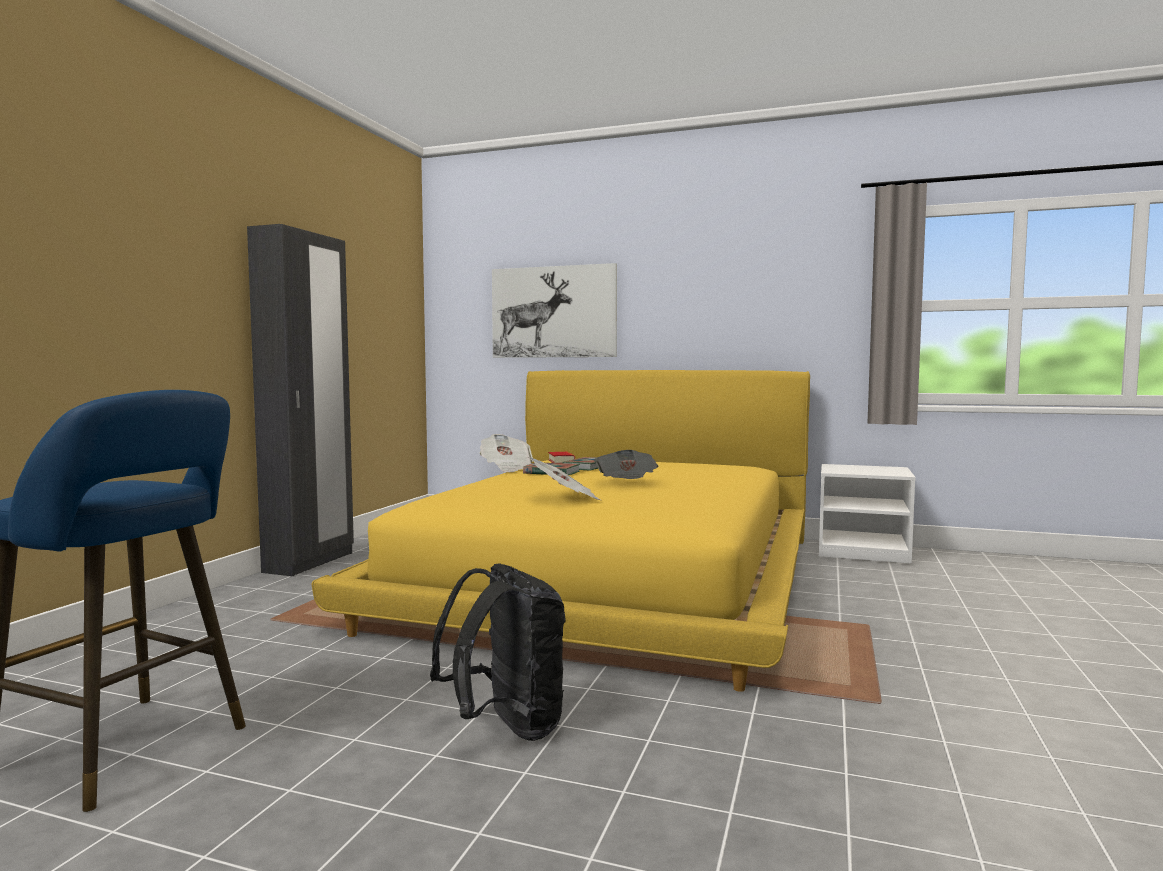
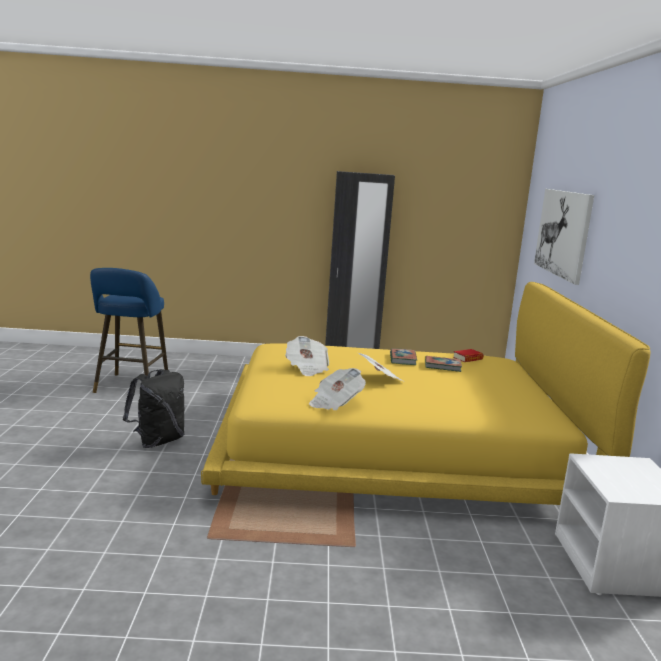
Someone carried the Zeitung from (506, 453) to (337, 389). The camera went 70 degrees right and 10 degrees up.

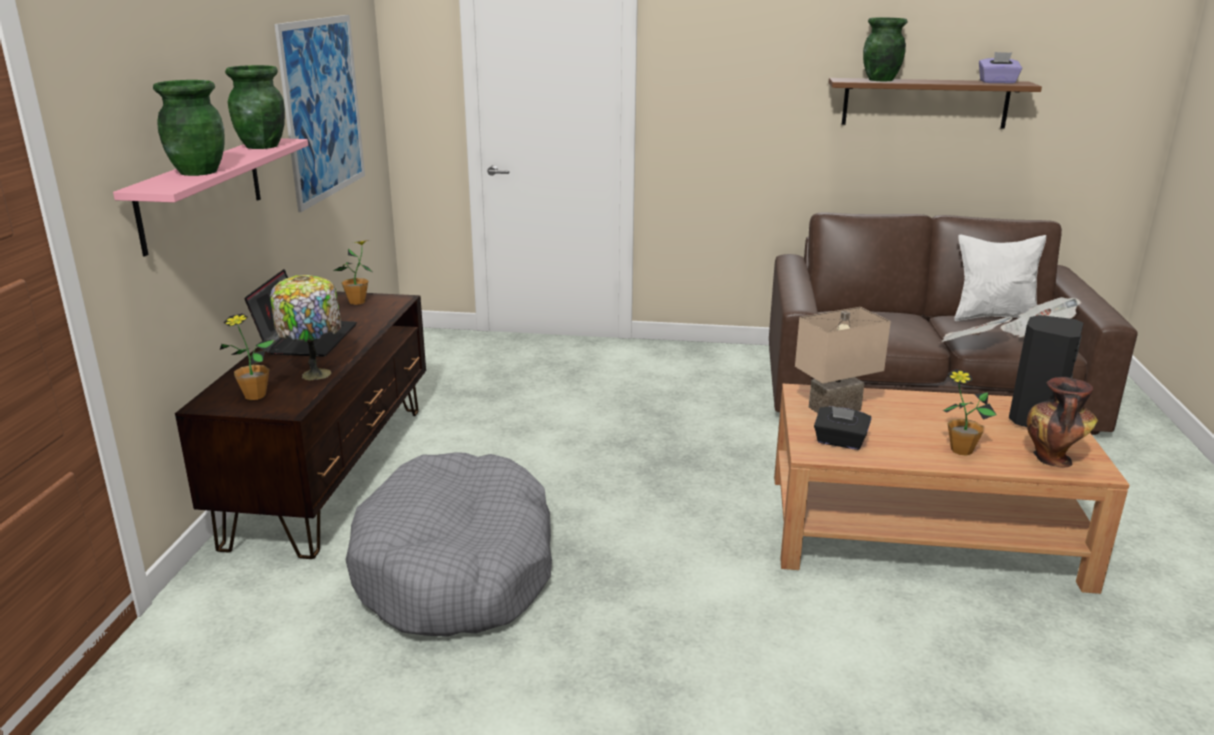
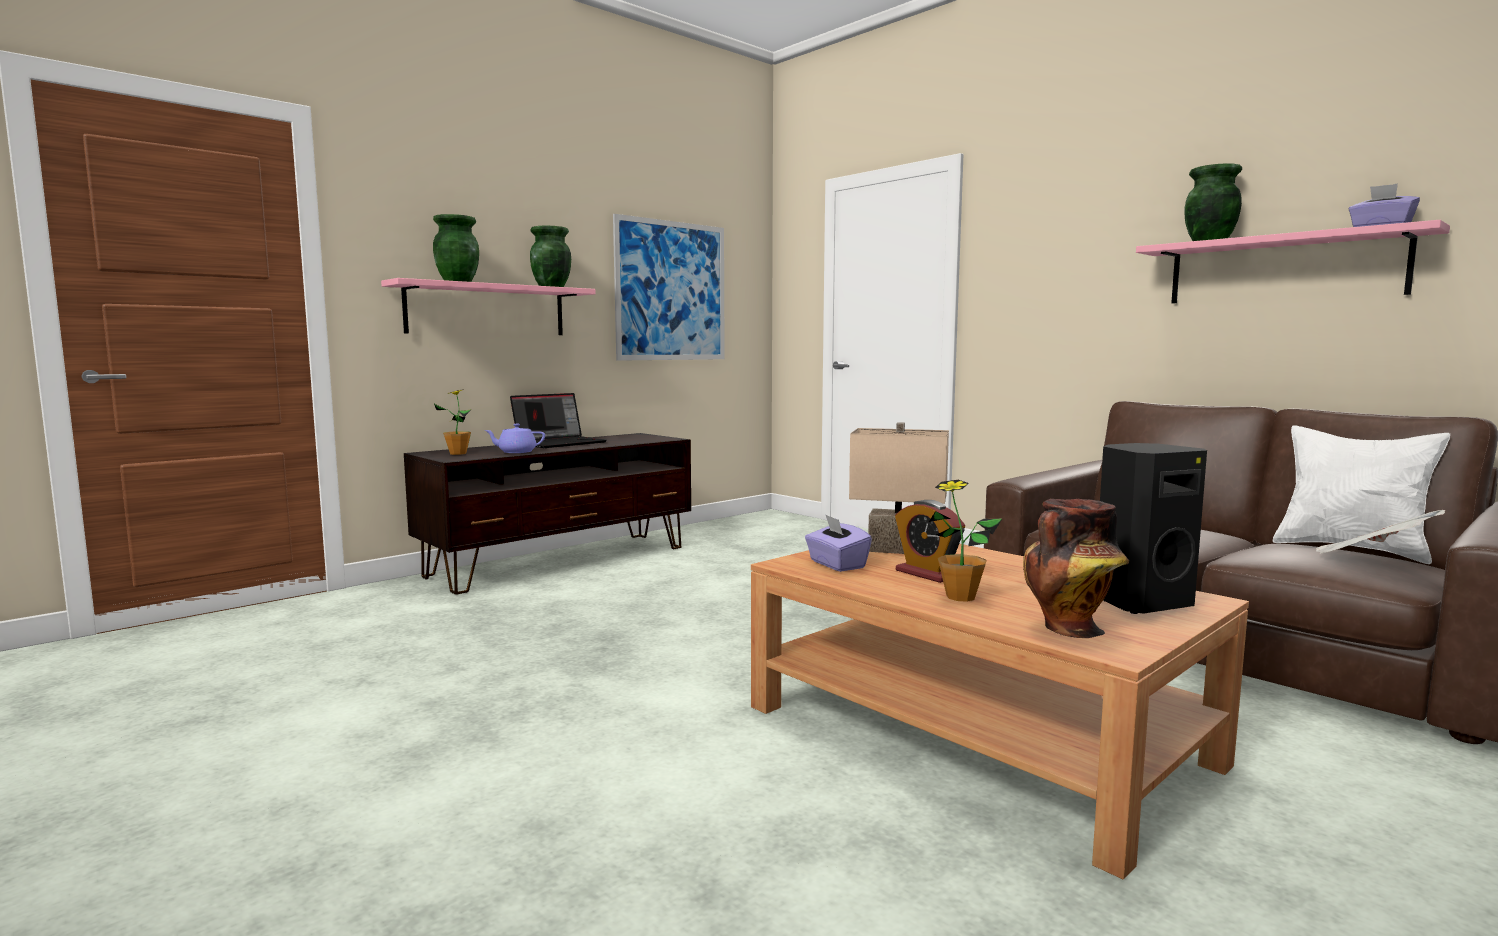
Someone swapped the Tischlampe at (305, 327) for the Teekanne (lila) at (514, 438). Someone repainted the Taschentuchbox (schwarz) at (842, 428), which became the Taschentuchbox (lila) at (838, 543). Someone put down the Wecker at (930, 541). Someone repainted the Wandregal (braun) at (935, 103), which became the Wandregal (rosa) at (1293, 261). Someone took away the Topfpflanze at (353, 272). Someone took away the Hundebett (grau) at (449, 544). Someone took away the Zeitung at (977, 329). The camera went 40 degrees right and 15 degrees down.

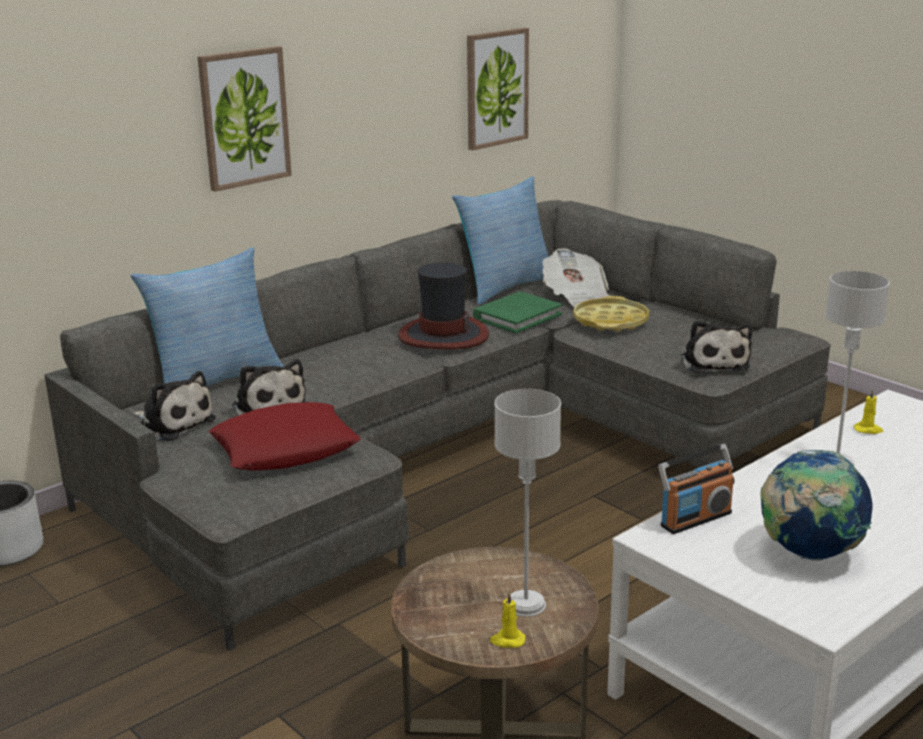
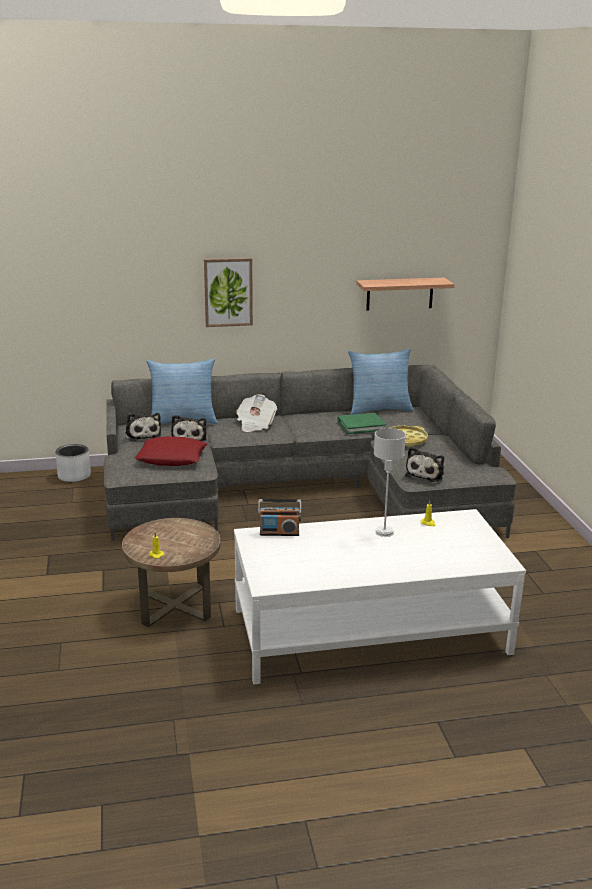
Someone carried the Zeitung from (576, 277) to (256, 413). Someone swapped the Bild at (498, 89) for the Wandregal at (405, 294). Someone took away the Hut at (443, 305). Someone took away the Tischlampe (grau) at (527, 503). Someone took away the Globus at (816, 505). The camera went 30 degrees right and 0 degrees up.

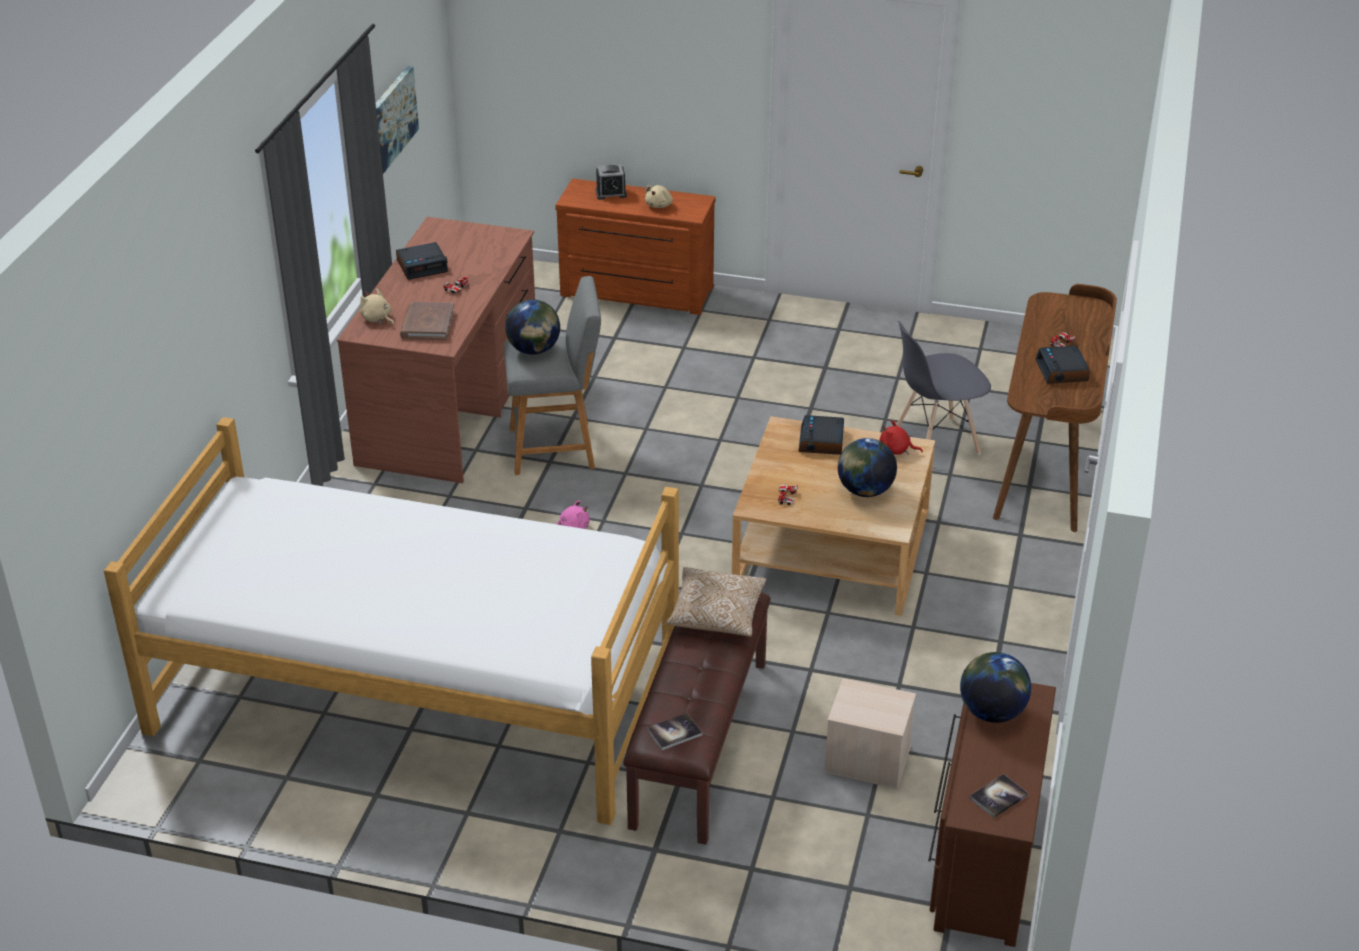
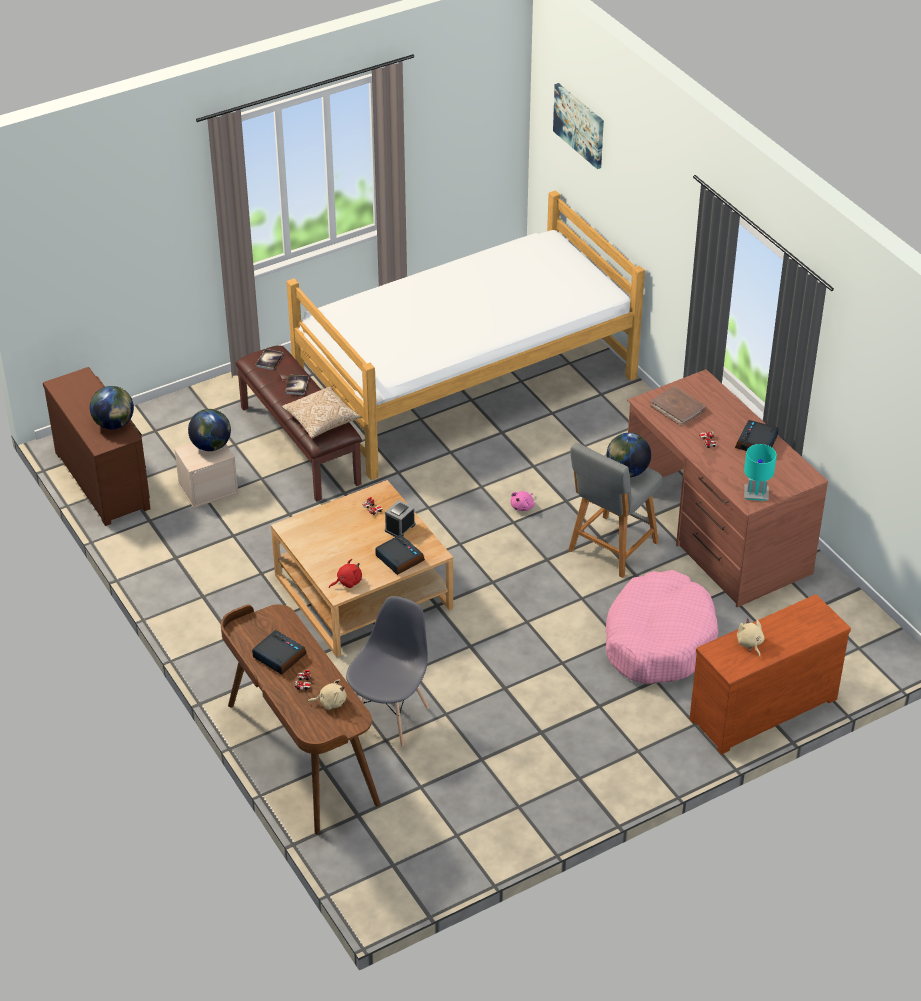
Someone carried the Globus from (867, 467) to (209, 430). Someone carried the Buch from (998, 796) to (297, 385). Someone carried the Plüschtier (beige) from (377, 307) to (327, 694). Someone carried the Wecker from (611, 182) to (400, 518). Someone carried the Bild from (397, 120) to (578, 126). Someone put down the Hundebett (rosa) at (662, 627). Someone put down the Tischlampe (türkis) at (760, 472). The camera went 135 degrees right and 5 degrees up.

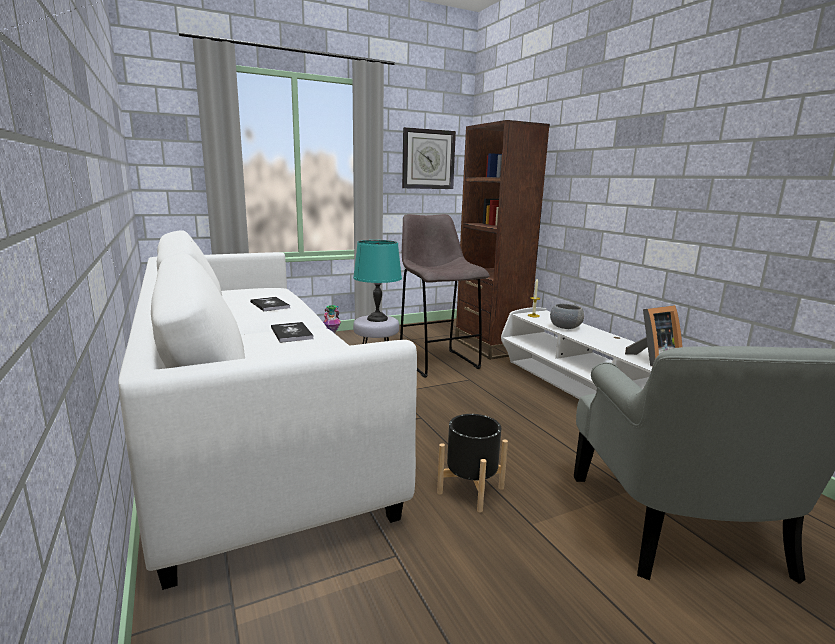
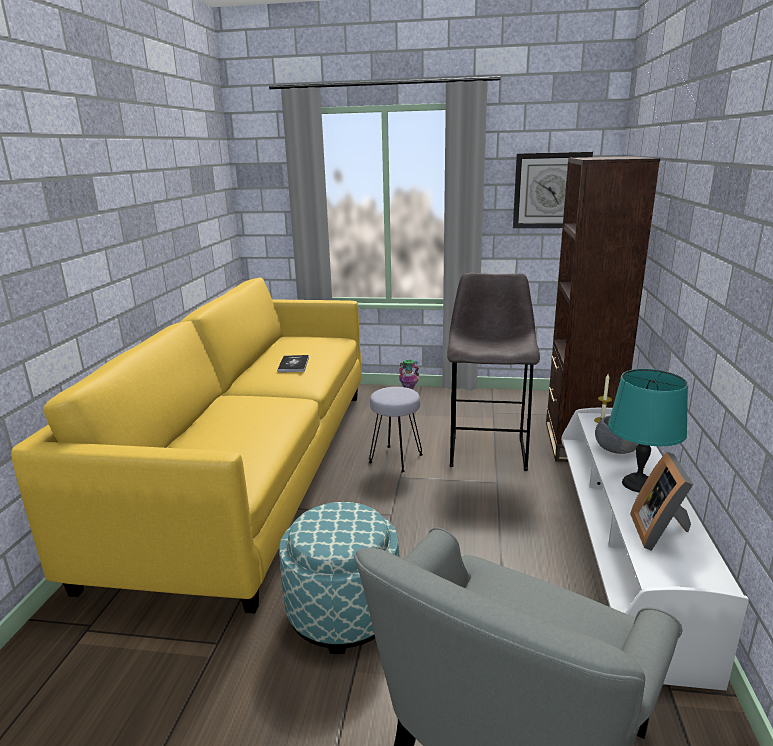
Someone repainted the Sofa (weiß) at (267, 410), which became the Sofa (gelb) at (186, 445). Someone swapped the Pflanzkübel (schwarz) at (472, 463) for the Polsterhocker at (339, 578). Someone carried the Tischlampe (türkis) from (377, 281) to (648, 430). Someone rotated the Bilderrahmen at (654, 335) by 90 degrees clockwise. Someone took away the Buch at (292, 332). The camera went 35 degrees right and 5 degrees up.

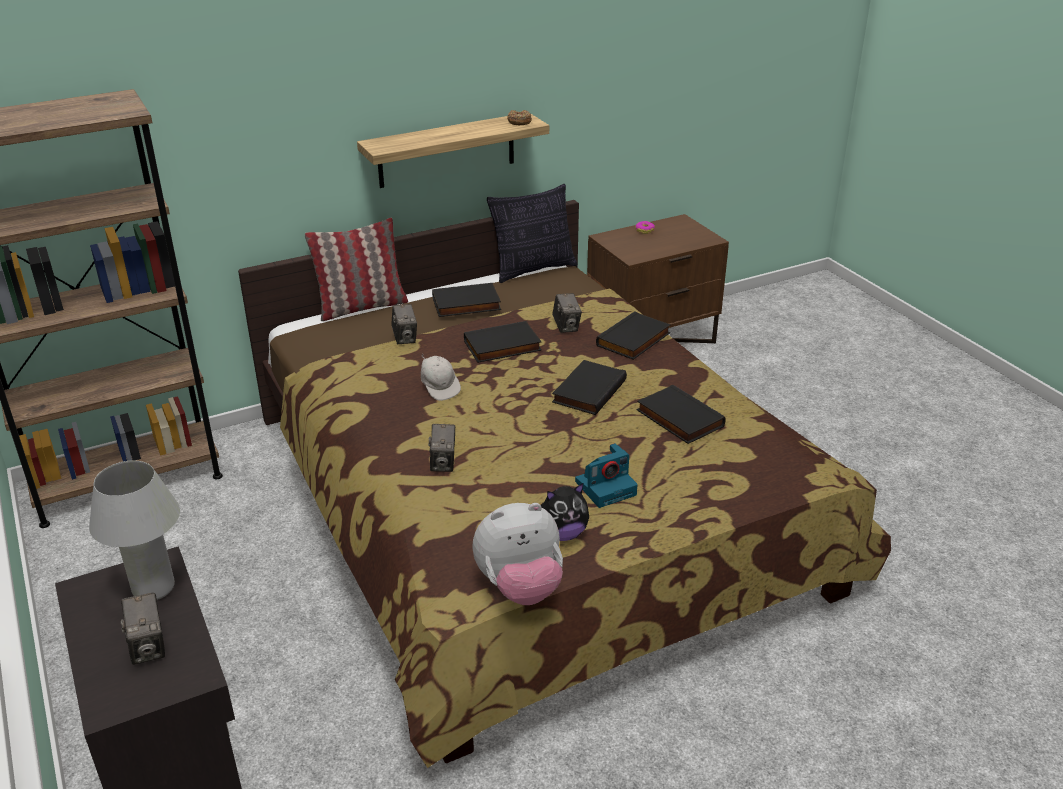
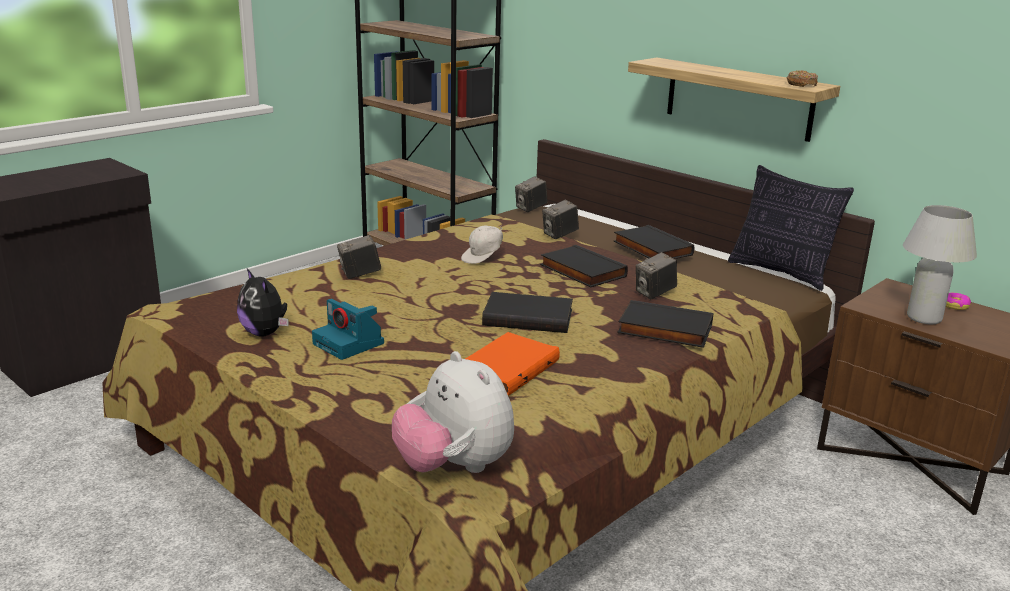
Someone carried the Plüschtier from (517, 554) to (453, 412). Someone repainted the Buch (schwarz) at (681, 414), which became the Buch (orange) at (512, 364). Someone carried the Kamera from (143, 628) to (531, 194). Someone carried the Tischlampe (weiß) from (134, 530) to (940, 264). Someone took away the Kissen at (356, 269). The camera went 70 degrees right and 10 degrees down.

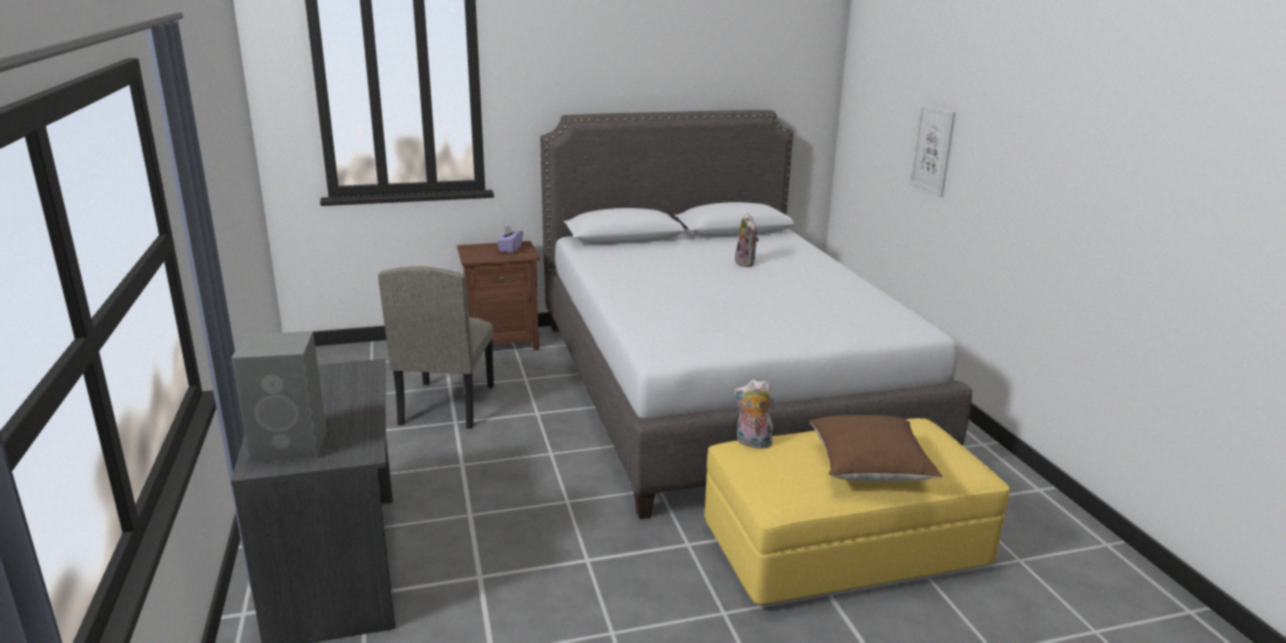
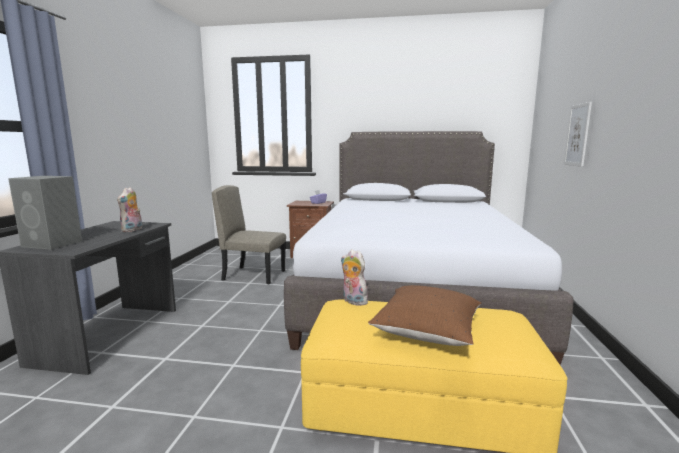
Someone carried the Plüschtier from (747, 240) to (129, 209). Someone rotated the Stuhl (beige) at (436, 347) by 75 degrees clockwise. The camera went 25 degrees right and 10 degrees down.

